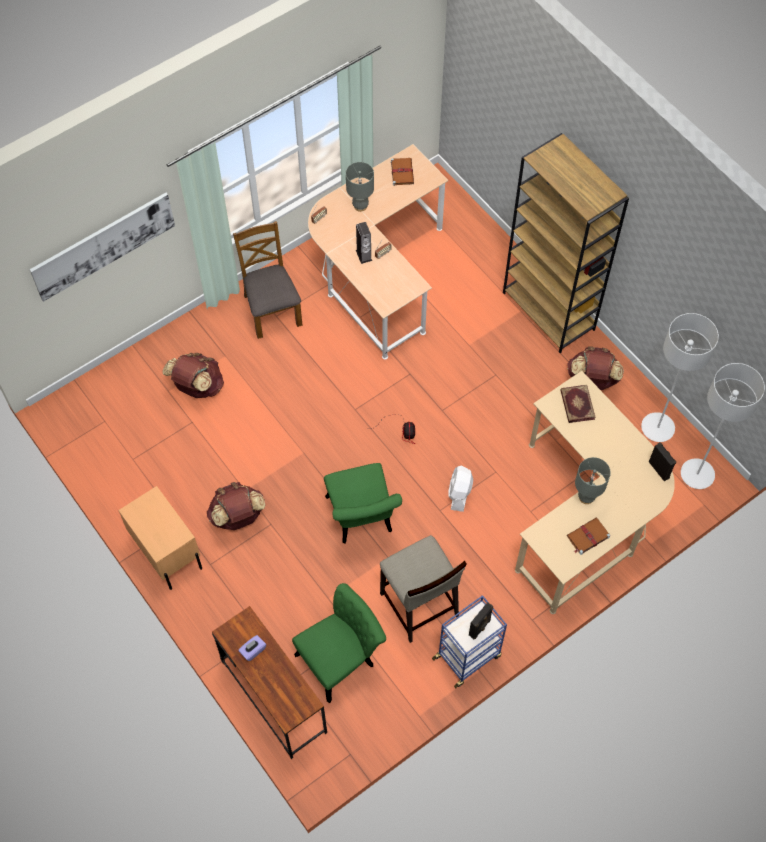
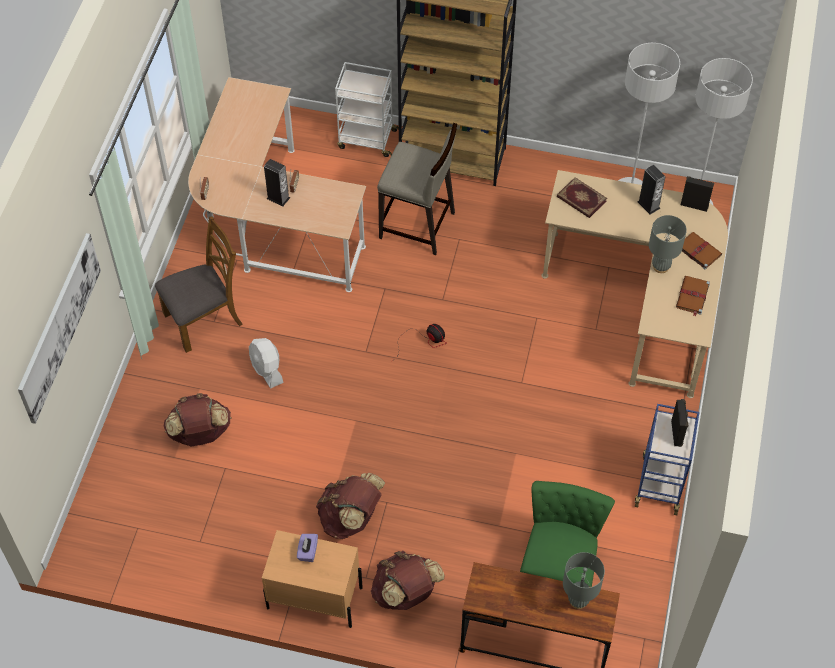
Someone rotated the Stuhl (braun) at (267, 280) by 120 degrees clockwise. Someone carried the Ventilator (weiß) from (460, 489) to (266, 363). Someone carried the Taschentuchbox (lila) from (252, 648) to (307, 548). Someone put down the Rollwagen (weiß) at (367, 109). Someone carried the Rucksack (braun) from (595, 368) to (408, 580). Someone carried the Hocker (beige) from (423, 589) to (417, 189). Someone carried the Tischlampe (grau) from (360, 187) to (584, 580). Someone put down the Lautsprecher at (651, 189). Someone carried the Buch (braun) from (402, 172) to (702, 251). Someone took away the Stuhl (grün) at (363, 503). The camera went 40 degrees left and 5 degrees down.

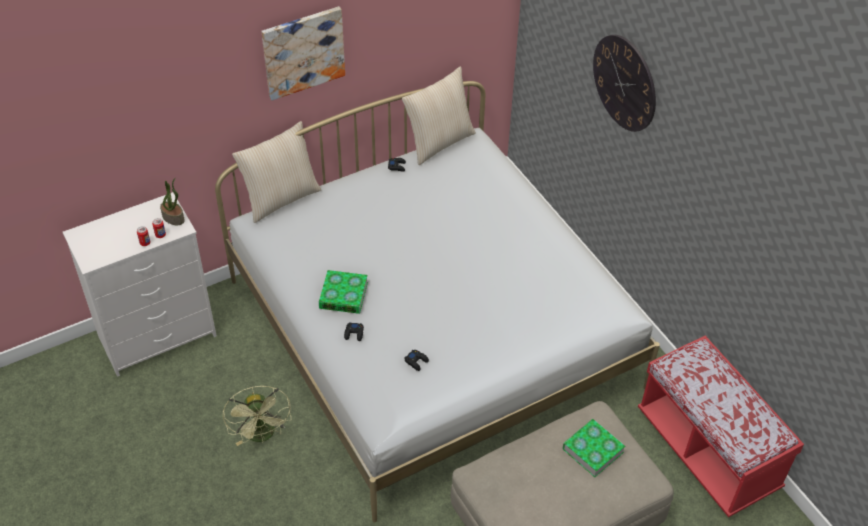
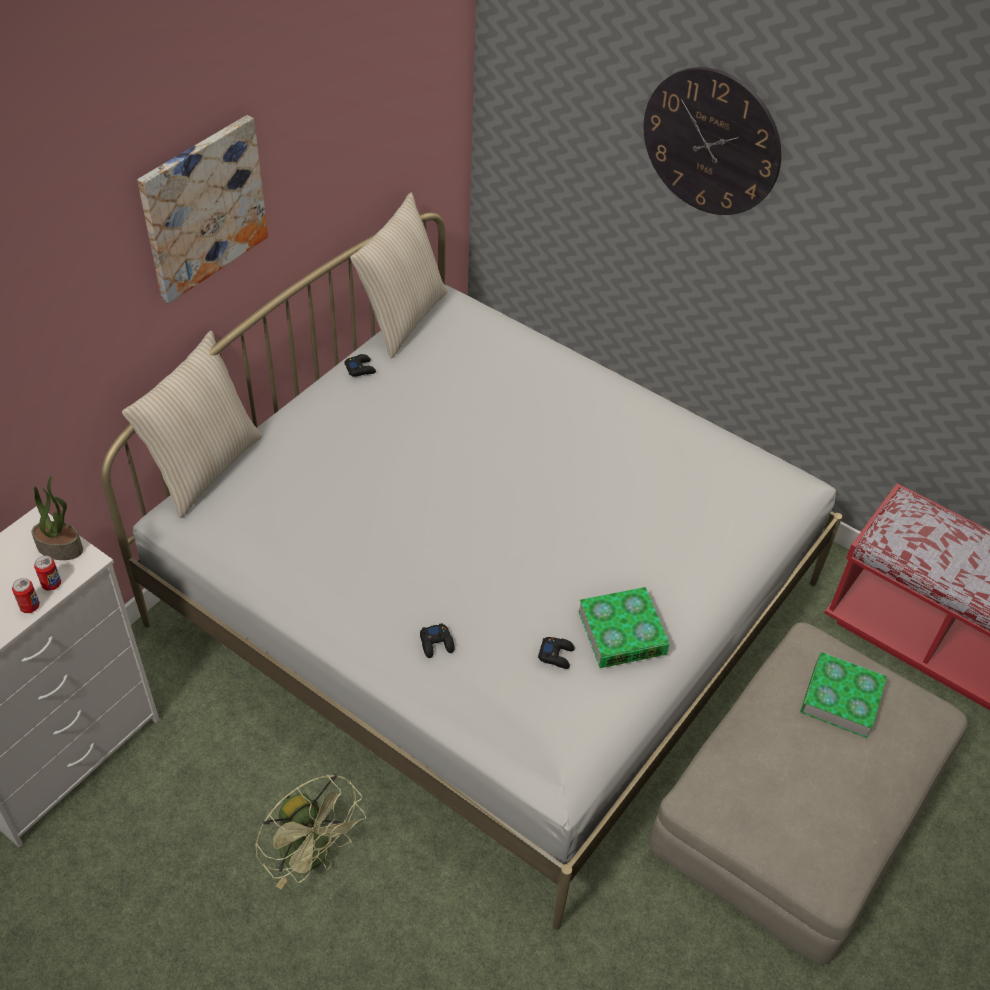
Someone carried the Buch from (343, 292) to (624, 627). The camera went 25 degrees left and 0 degrees up.

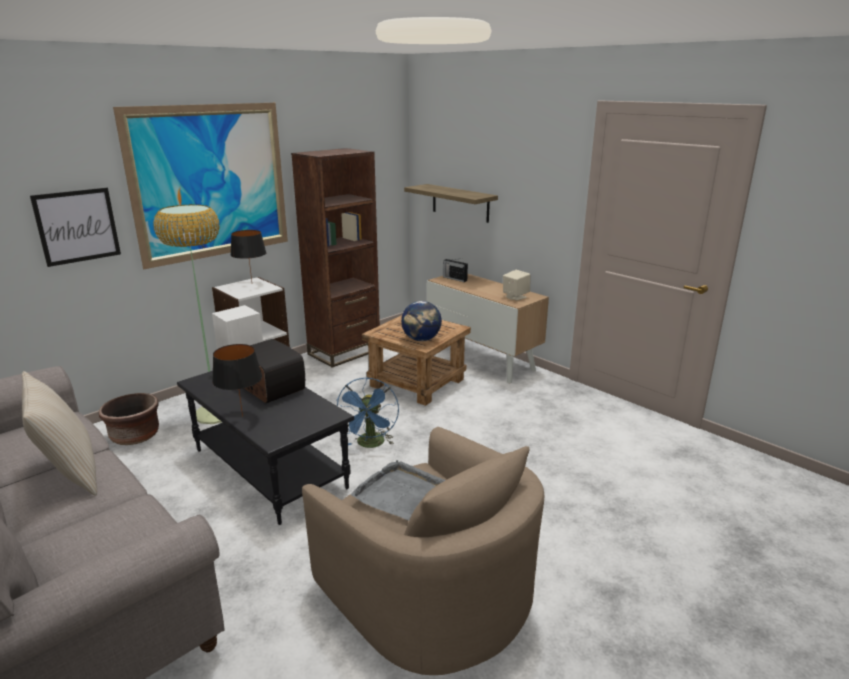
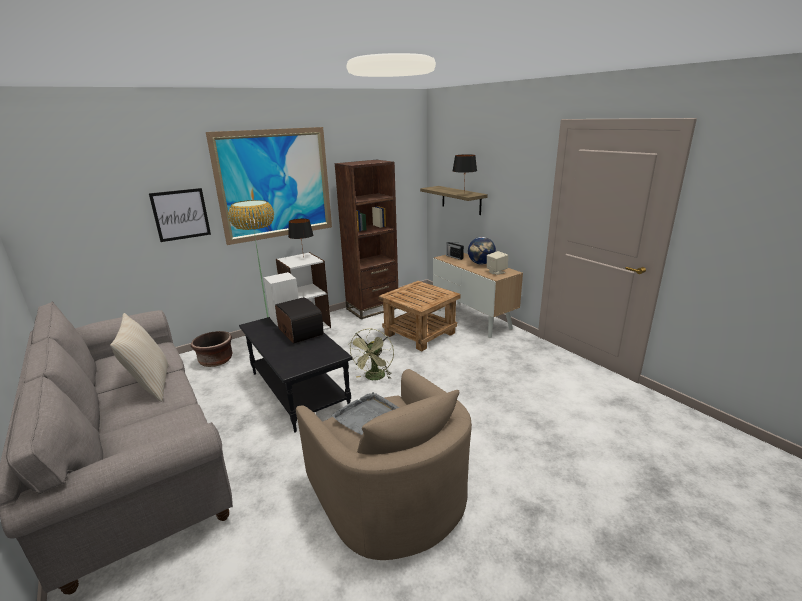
Someone repainted the Ventilator (blau) at (367, 413), which became the Ventilator (grün) at (371, 354). Someone carried the Tischlampe (schwarz) from (237, 380) to (465, 170). Someone carried the Globus from (421, 321) to (482, 250). The camera went 10 degrees right and 0 degrees up.

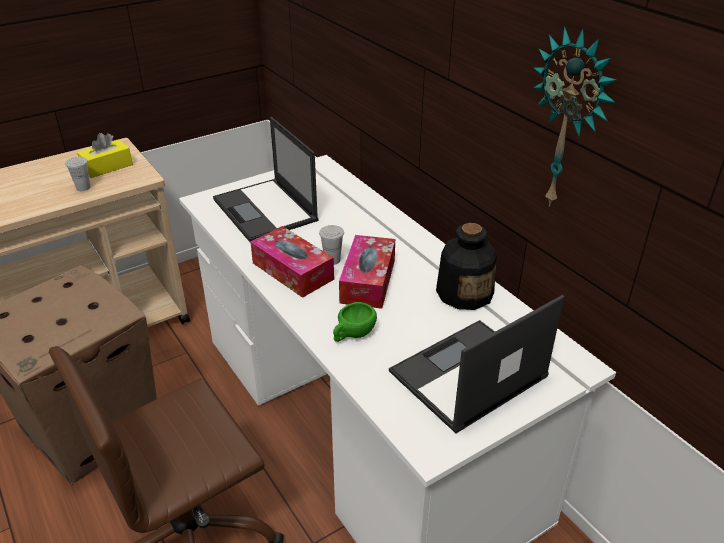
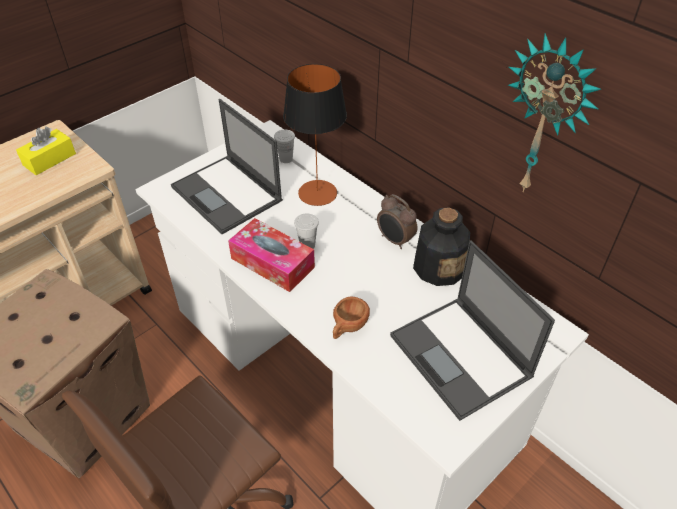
Someone carried the Tasse (weiß) from (77, 174) to (284, 146). Someone put down the Tischlampe at (315, 135). Someone repainted the Tasse (grün) at (355, 322), which became the Tasse (braun) at (351, 318). Someone put down the Wecker at (397, 221). Someone rotated the Laptop at (476, 364) by 75 degrees counterclockwise. Someone took away the Taschentuchbox at (367, 272). The camera went 10 degrees left and 10 degrees up.

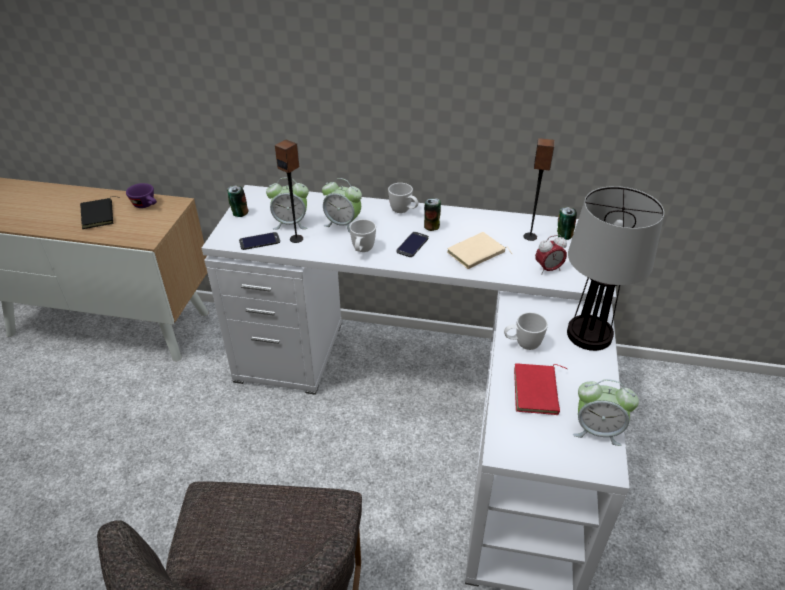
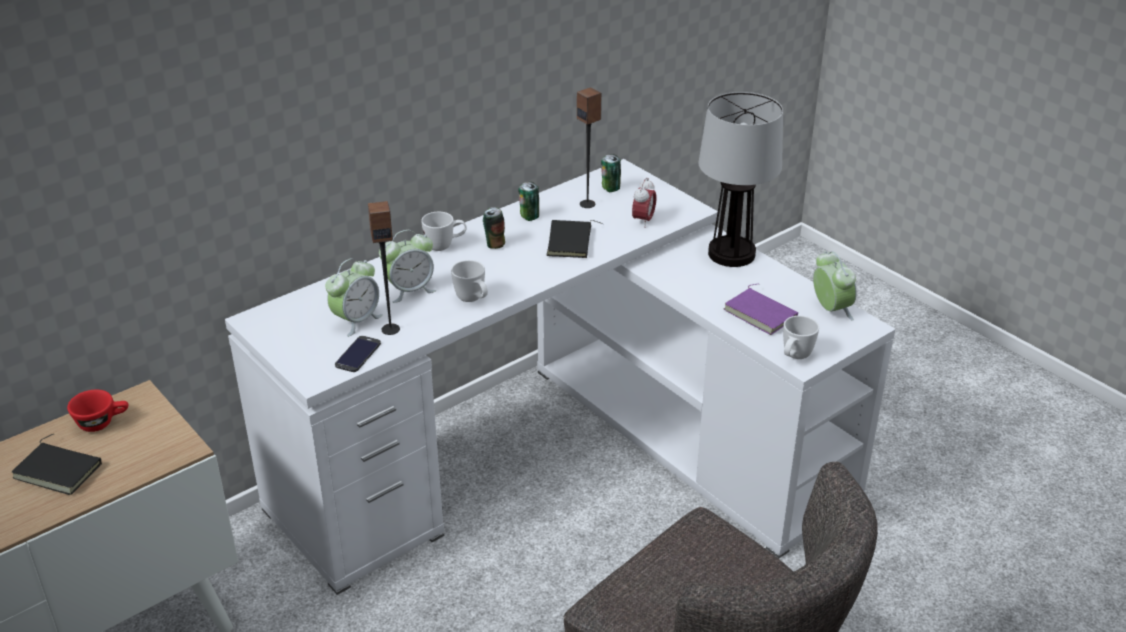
Someone repainted the Tasse (lila) at (141, 195), which became the Tasse (rot) at (97, 411). Someone carried the Dose from (237, 201) to (528, 201). Someone repainted the Buch (beige) at (479, 250), which became the Buch (schwarz) at (575, 239). Someone repainted the Buch (rot) at (541, 389), which became the Buch (lila) at (761, 309). Someone carried the Henkelbecher (weiß) from (526, 331) to (801, 337). Someone rotated the Wecker at (606, 412) by 75 degrees counterclockwise. Someone took away the Handy at (412, 244). The camera went 50 degrees left and 5 degrees down.

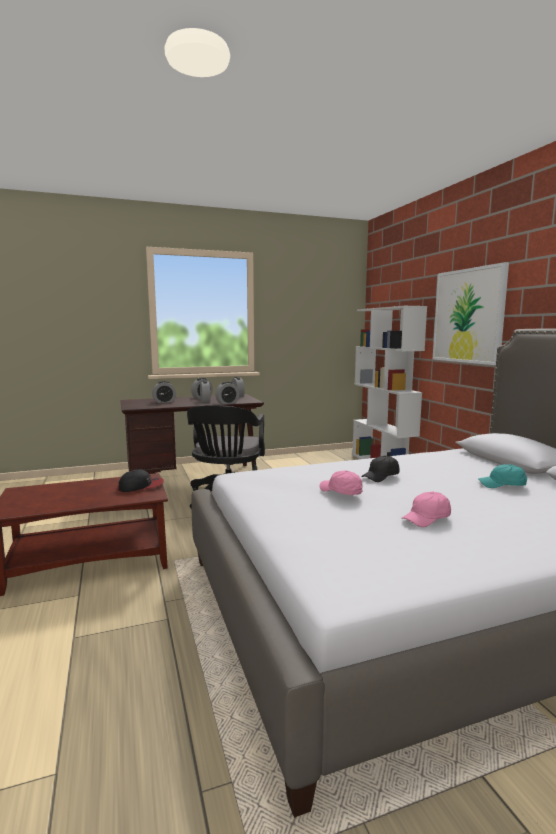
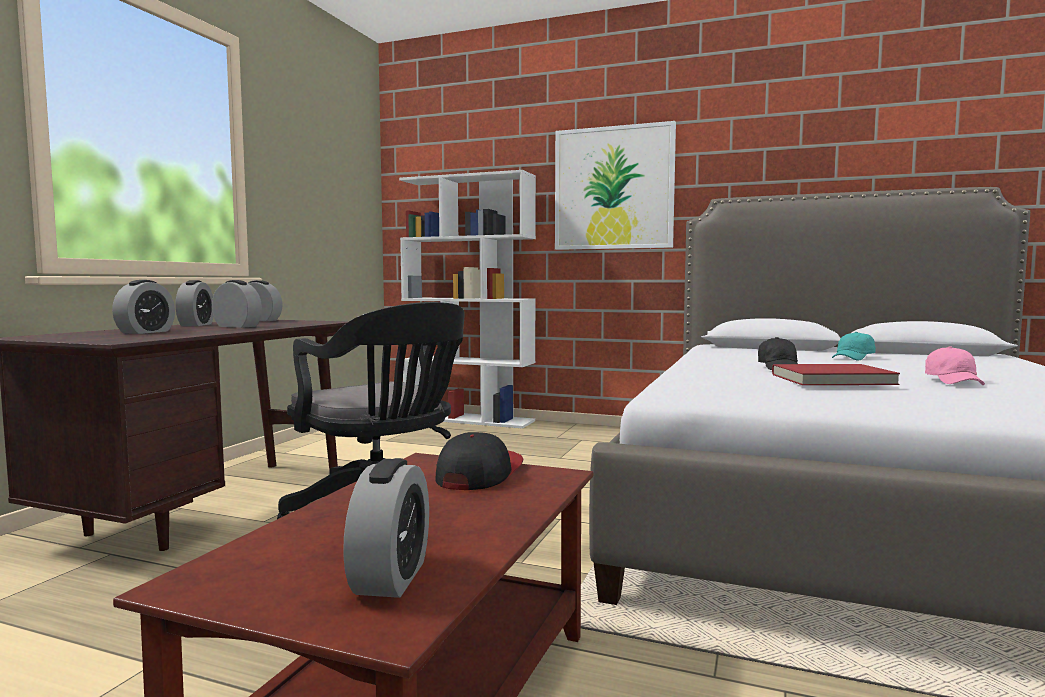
Someone carried the Wecker from (227, 393) to (386, 528). Someone swapped the Kappe (rosa) at (341, 482) for the Buch (rot) at (836, 374). The camera went 50 degrees left and 5 degrees down.

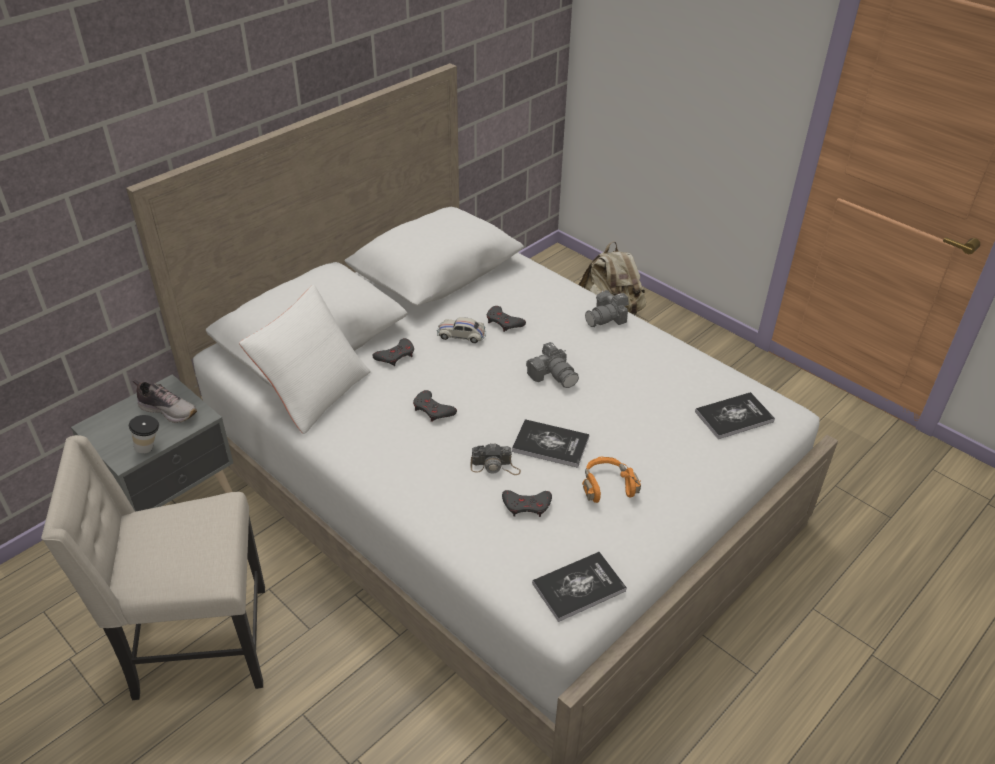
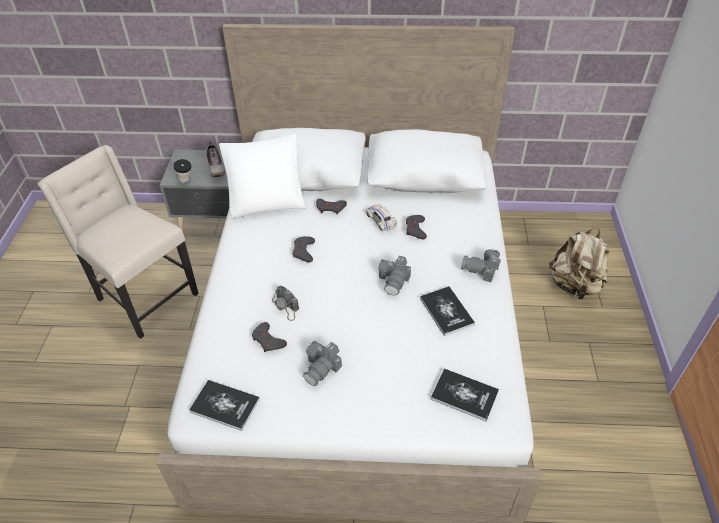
Someone swapped the Kopfhörer (orange) at (611, 479) for the Kamera at (322, 363). Someone carried the Buch from (550, 443) to (447, 311). The camera went 50 degrees right and 5 degrees up.

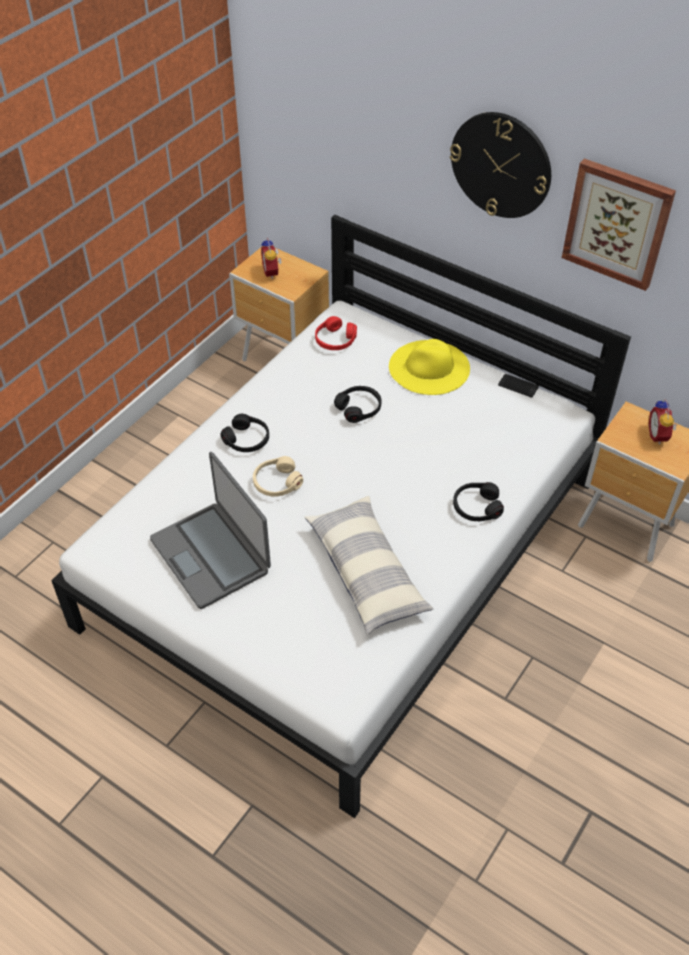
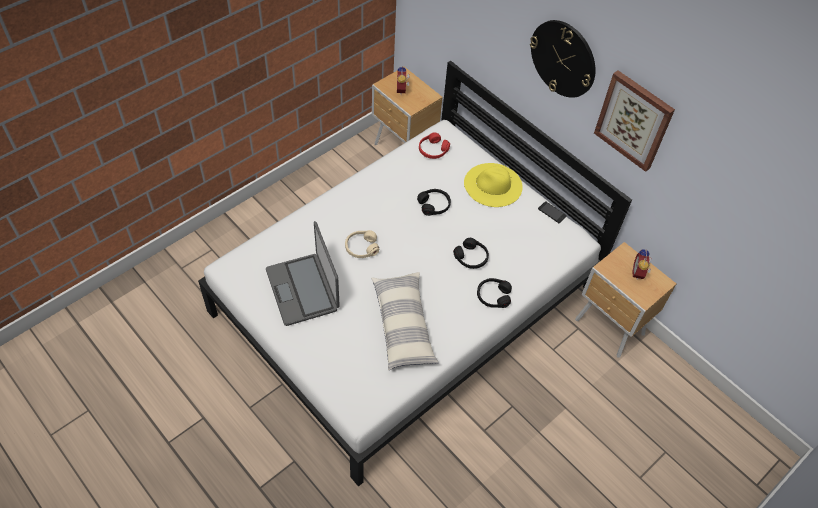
Someone carried the Kopfhörer (schwarz) from (244, 433) to (471, 253). The camera went 10 degrees right and 5 degrees up.

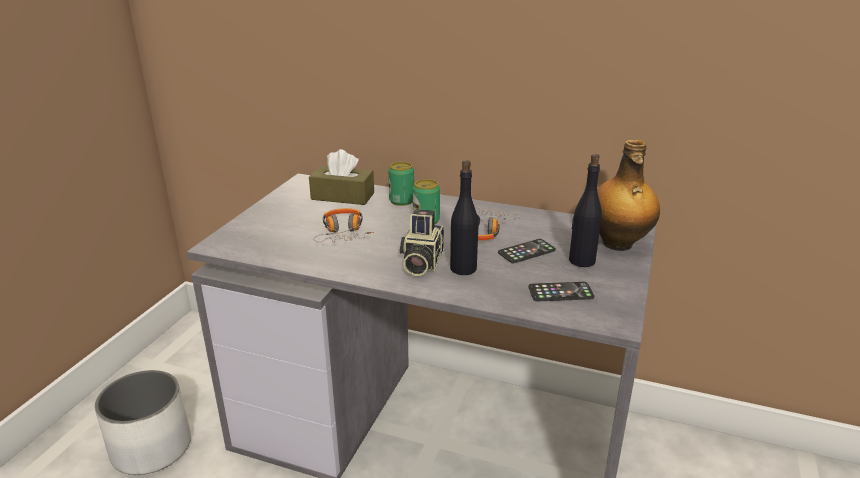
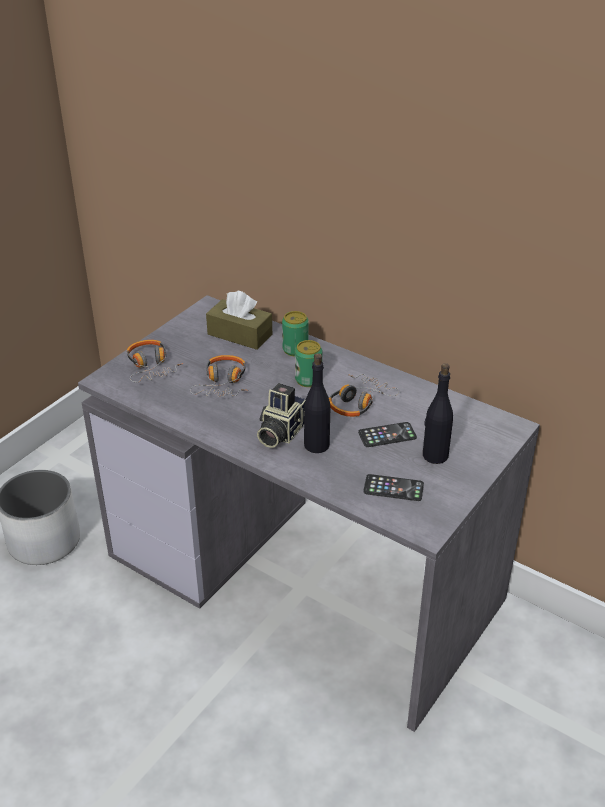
Someone put down the Kopfhörer at (155, 361). Someone took away the Flasche at (628, 195). The camera went 15 degrees right and 10 degrees up.

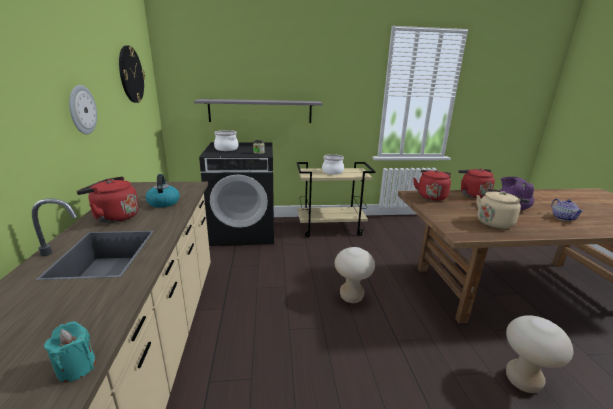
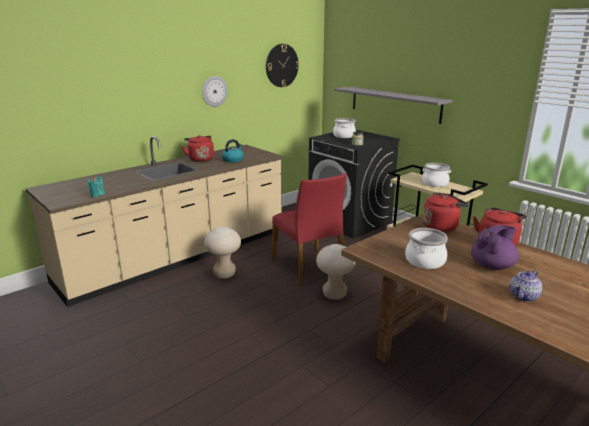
Someone carried the Hocker (beige) from (539, 354) to (222, 252). Someone put down the Stuhl (rot) at (309, 229). Someone swapped the Wasserkessel (beige) at (503, 209) for the Kochtopf at (426, 248). The camera went 55 degrees right and 0 degrees up.

